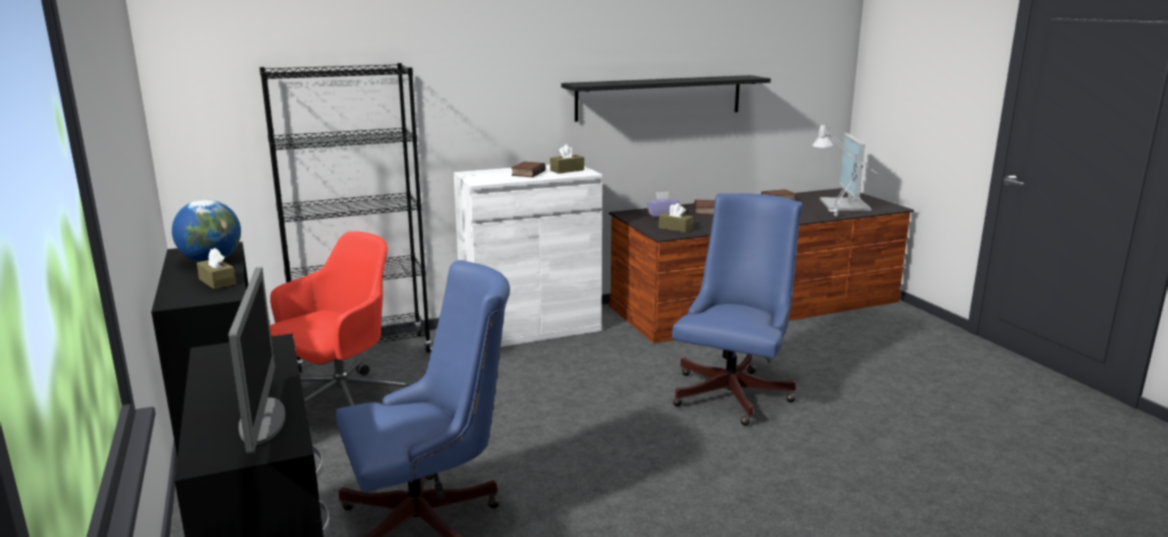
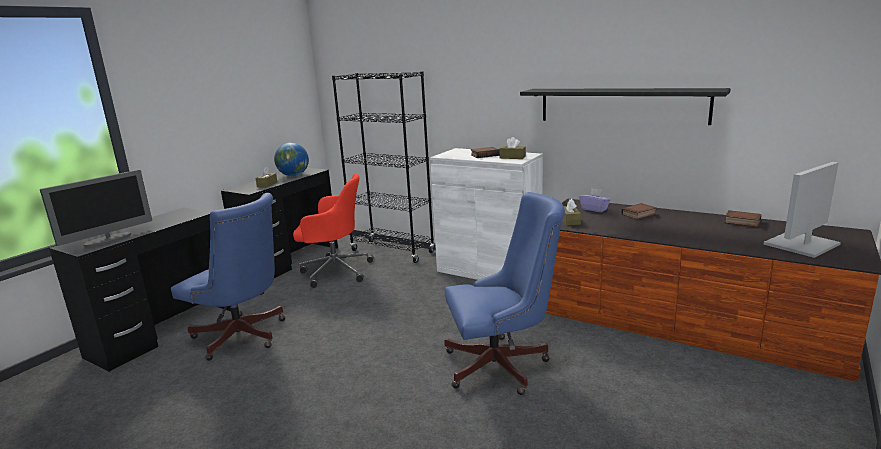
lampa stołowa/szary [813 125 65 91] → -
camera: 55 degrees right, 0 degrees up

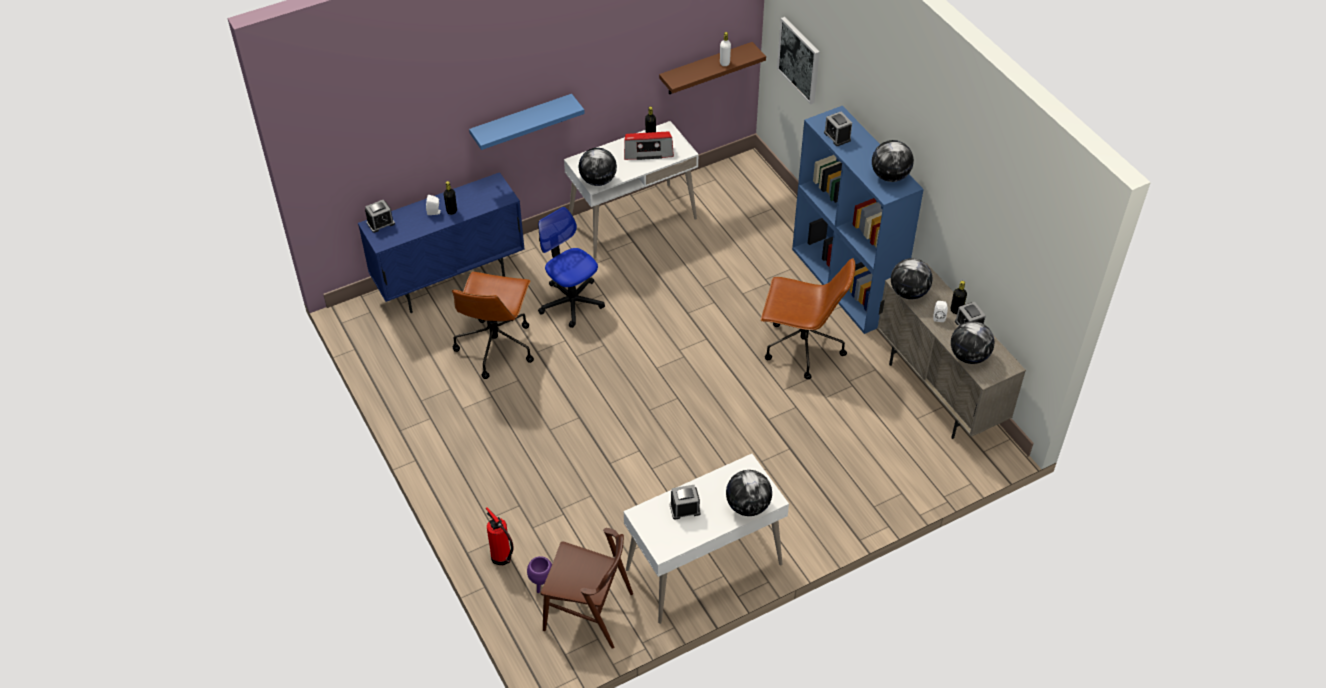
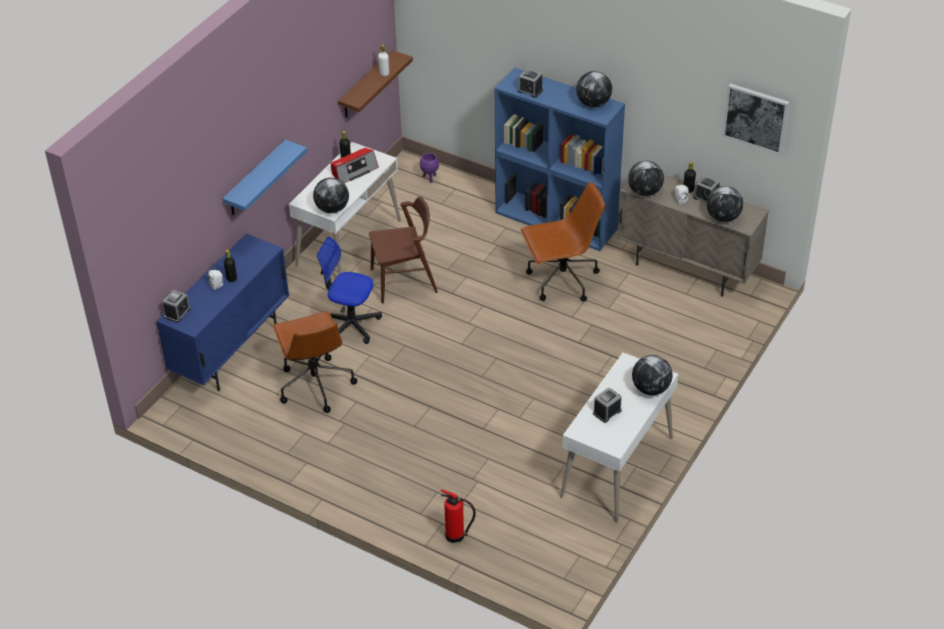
donica/fioletowy [527 556 25 37] → donica/fioletowy [420 153 19 30], moved
krzesło/brązowy [541 528 92 121] → krzesło/brązowy [369 196 69 107], moved
obraz [777 17 43 87] → obraz [723 83 66 72], moved
camera: 30 degrees left, 5 degrees down

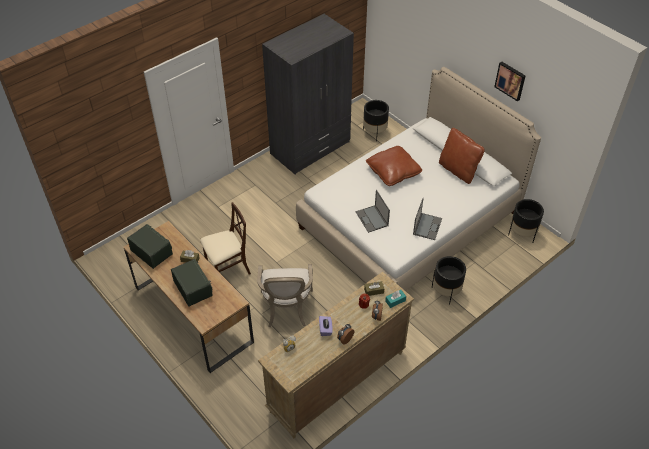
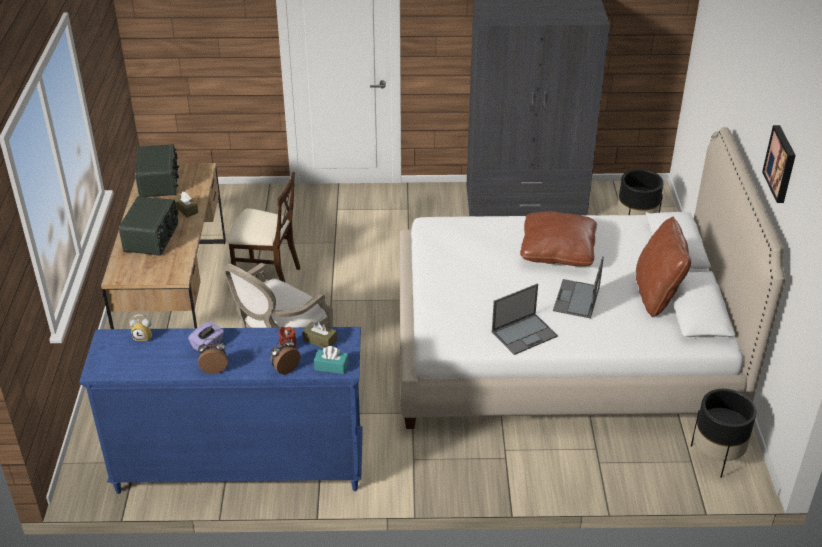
donica/czarny [432 256 34 49] → -
laptop [356 190 34 43] → laptop [553 256 51 62], moved
komoda/beżowy [258 272 156 166] → komoda/niebieski [79 327 284 167]
camera: 40 degrees right, 10 degrees down

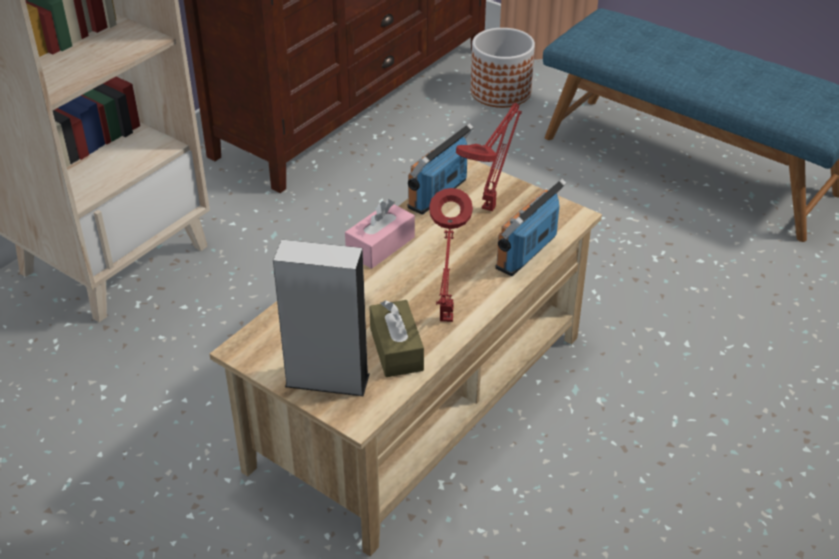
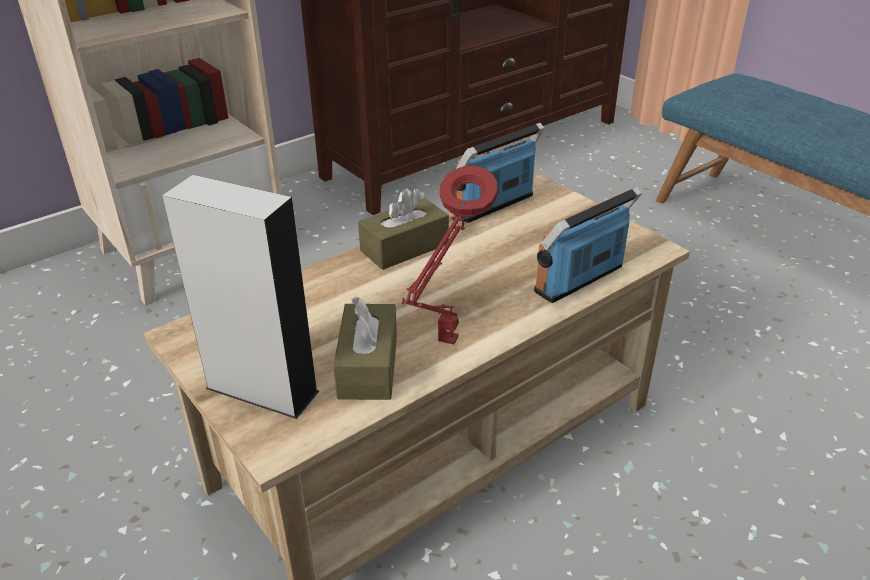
lampa stołowa/czerwony [456 103 66 108] → -
donica [471 28 64 80] → -
pudełko chusteczek/różowy [345 199 70 70] → pudełko chusteczek/brązowy [358 188 91 82]
camera: 15 degrees right, 5 degrees down

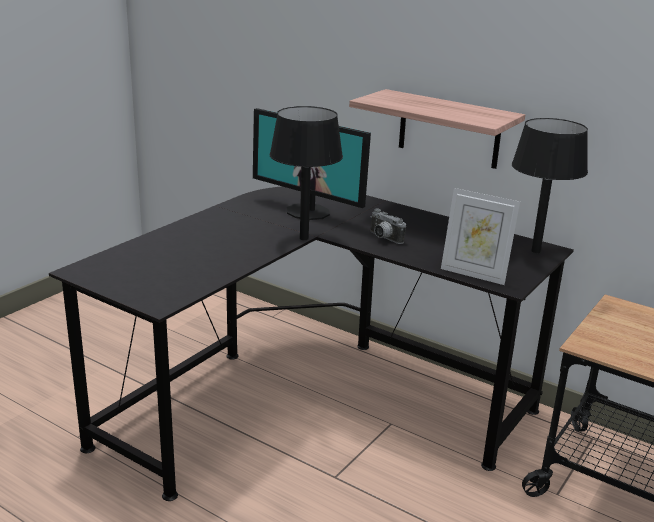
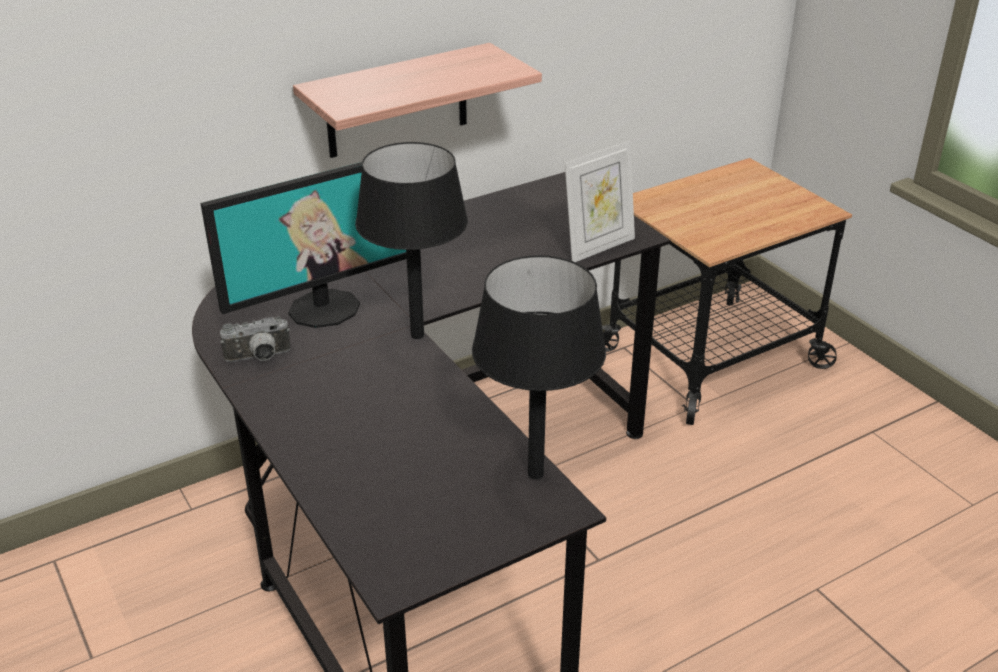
aparat fotograficzny [370 209 36 35] → aparat fotograficzny [220 316 71 46], moved
lampa stołowa/czarny [512 118 76 135] → lampa stołowa/czarny [472 255 134 225], moved
camera: 65 degrees left, 10 degrees up

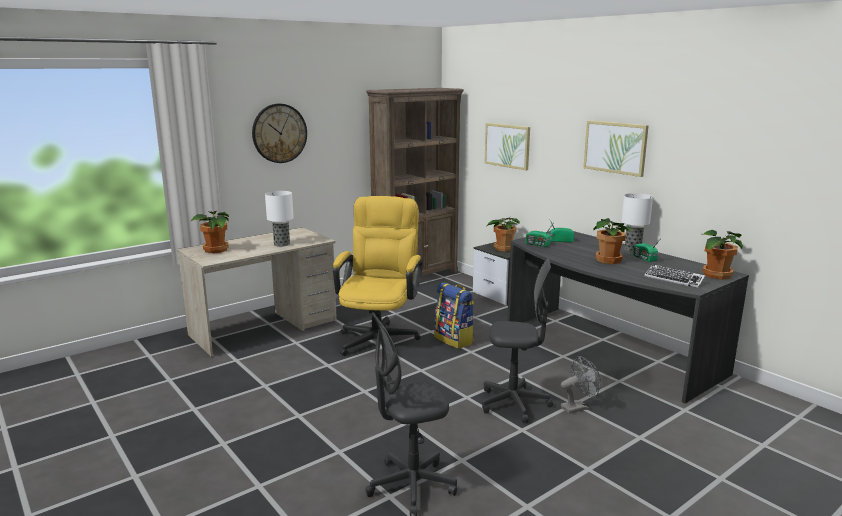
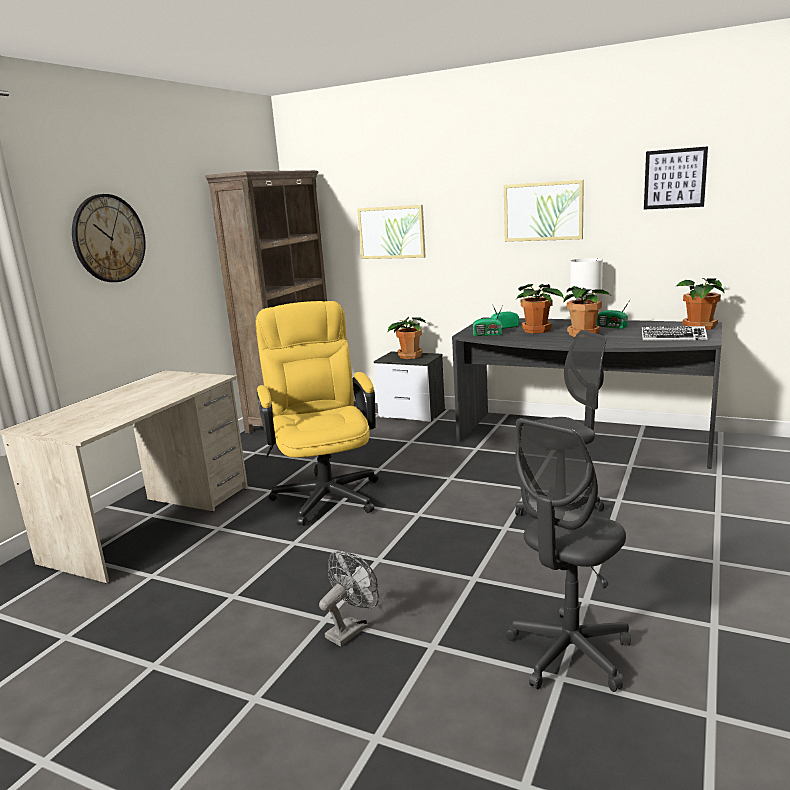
lampa stołowa [265 191 29 56] → -
plecak [434 282 40 67] → -
- → obraz [644 146 64 64]
roślina doniczkowa [190 211 39 42] → roślina doniczkowa [516 284 48 50], moved
wentylator/szary [561 356 40 58] → wentylator/szary [319 551 60 95], moved
camera: 25 degrees left, 0 degrees up

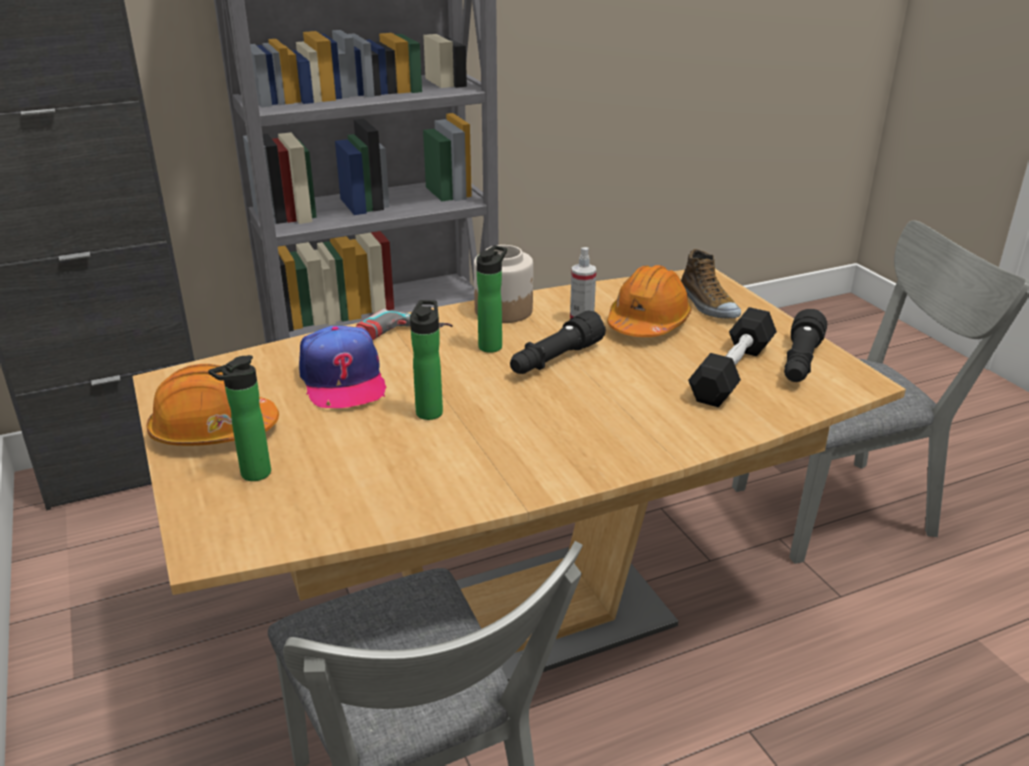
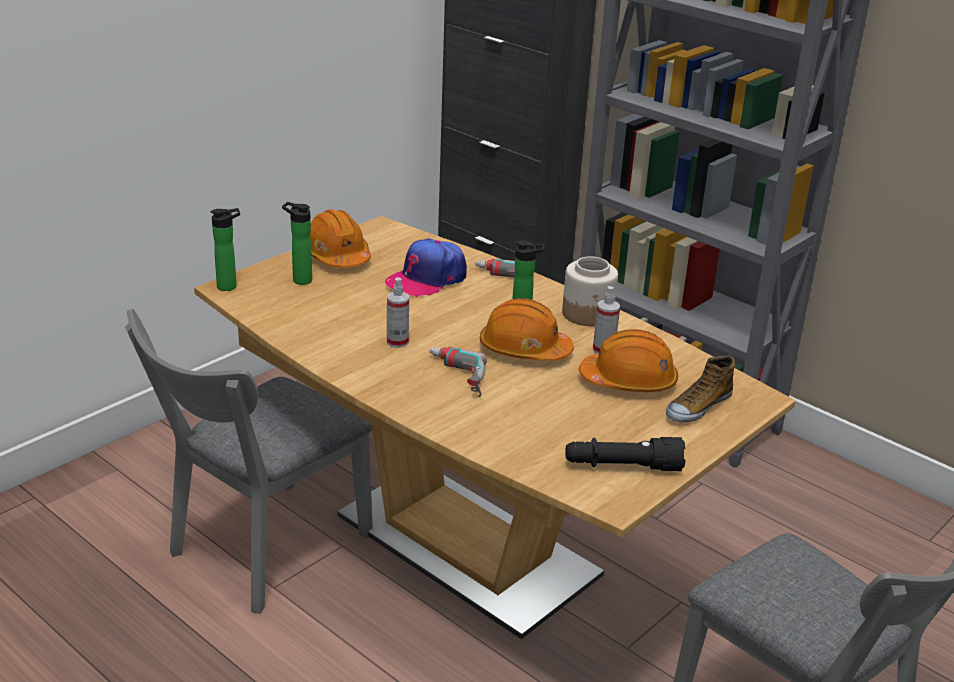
hantel/czarny [688 307 89 101] → -
- → spryskiwacz [387 277 22 71]
- → wiertarka [429 346 58 51]
butelka [410 300 33 120] → butelka [211 208 29 83], moved
latarka/czarny [510 311 96 63] → kask/pomarańczowy [480 298 94 63]
camera: 65 degrees right, 0 degrees up

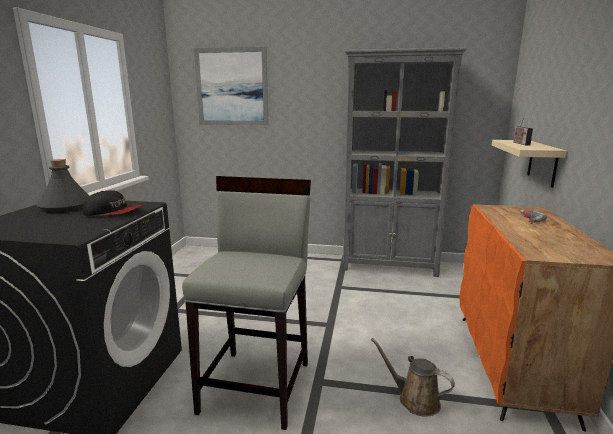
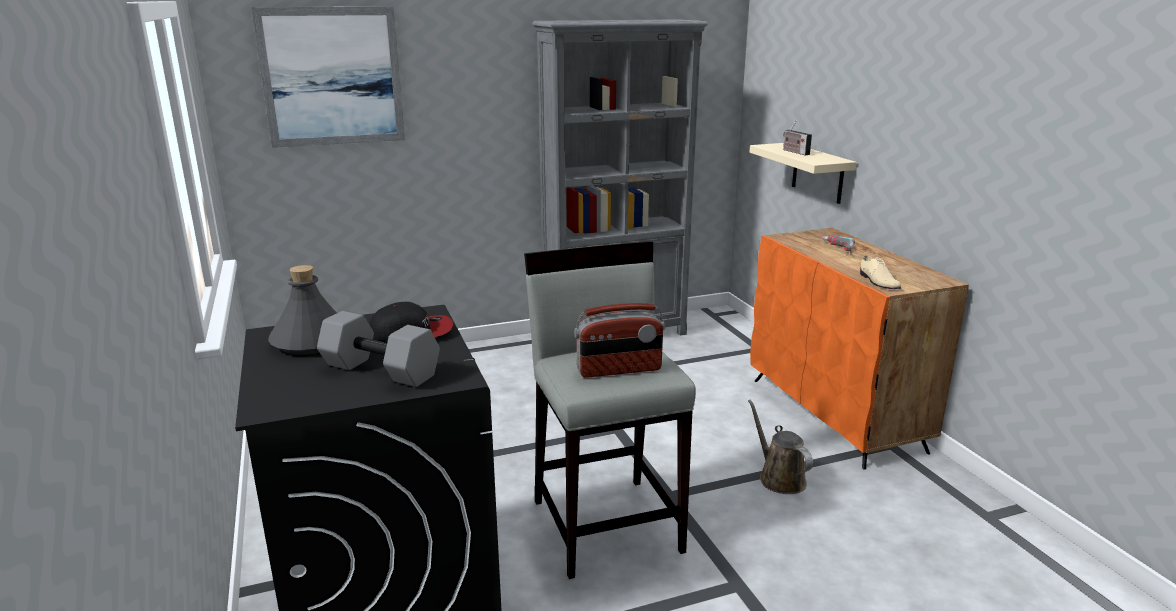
- → hantel/szary [317 311 123 76]
- → radio [574 303 91 75]
- → but/beżowy [860 255 41 34]
konewka/brązowy [371 338 84 79] → konewka/brązowy [748 399 65 95], 60 degrees clockwise
camera: 30 degrees left, 5 degrees up

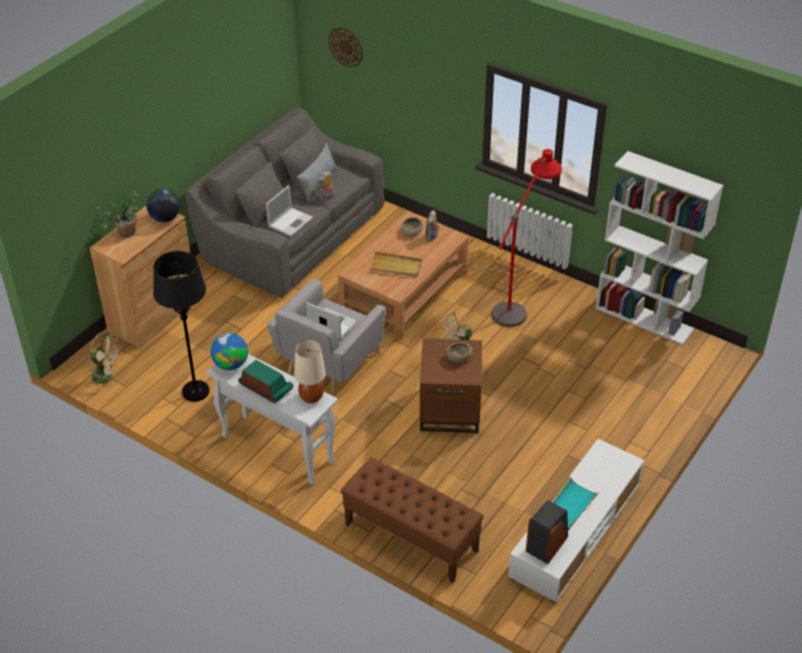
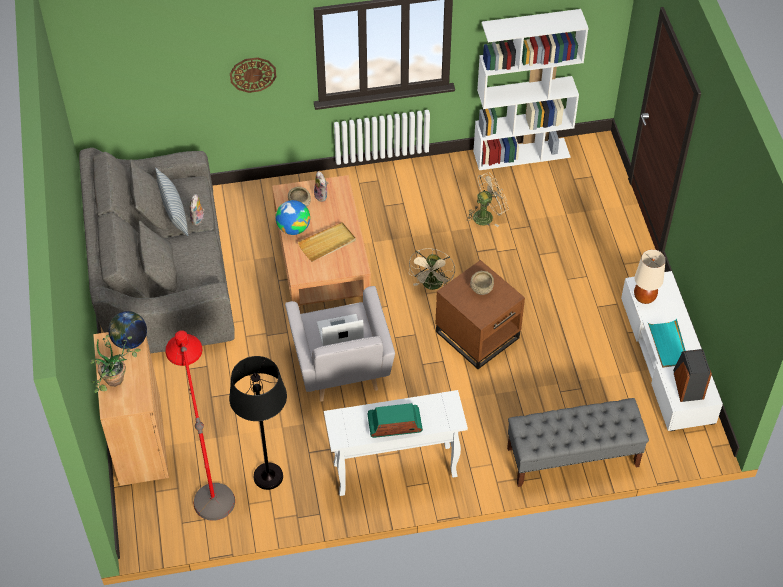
laptop [266 185 47 52] → -
wentylator/beżowy [89 331 33 60] → wentylator/beżowy [466 172 43 55], moved
globus [211 333 37 37] → globus [276 200 34 35], moved
lampa stołowa/beżowy [294 340 32 63] → lampa stołowa/beżowy [634 249 32 55], moved
zegar ścienny [329 27 34 40] → zegar ścienny [230 57 46 36], moved
lampa stojąca/czerwony [491 149 71 178] → lampa stojąca/czerwony [165 330 70 191], moved
ławka/brązowy [341 457 143 126] → ławka/szary [507 398 142 89]
camera: 45 degrees left, 10 degrees up

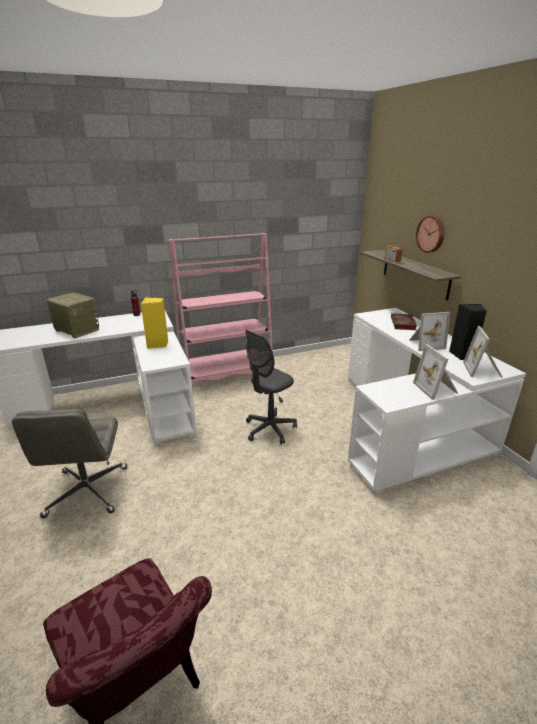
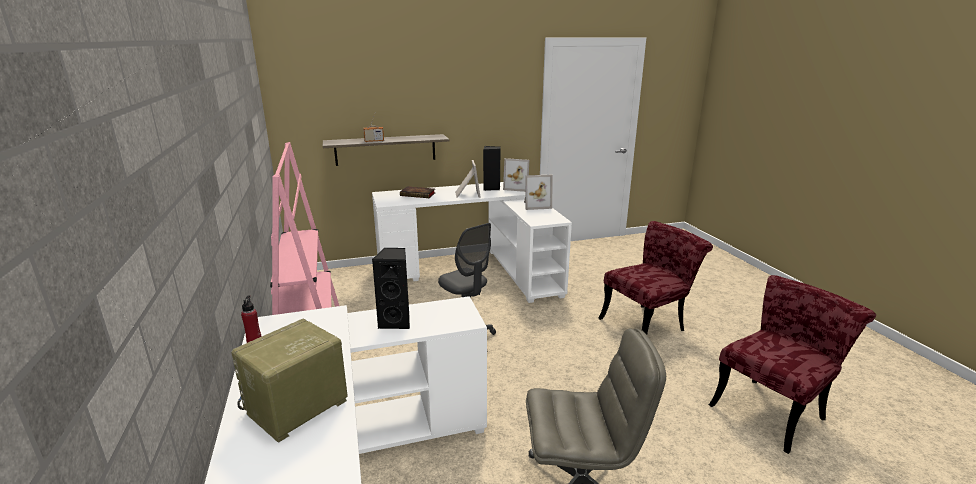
zegar ścienny [416 216 28 37] → -
- → krzesło/czerwony [598 221 115 113]
głośnik/żółty [141 297 28 52] → głośnik/czarny [372 248 38 81]
camera: 85 degrees left, 5 degrees down

